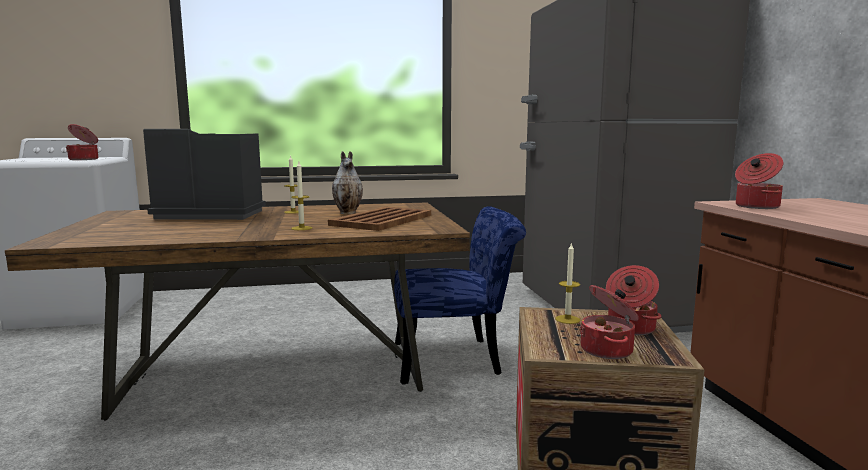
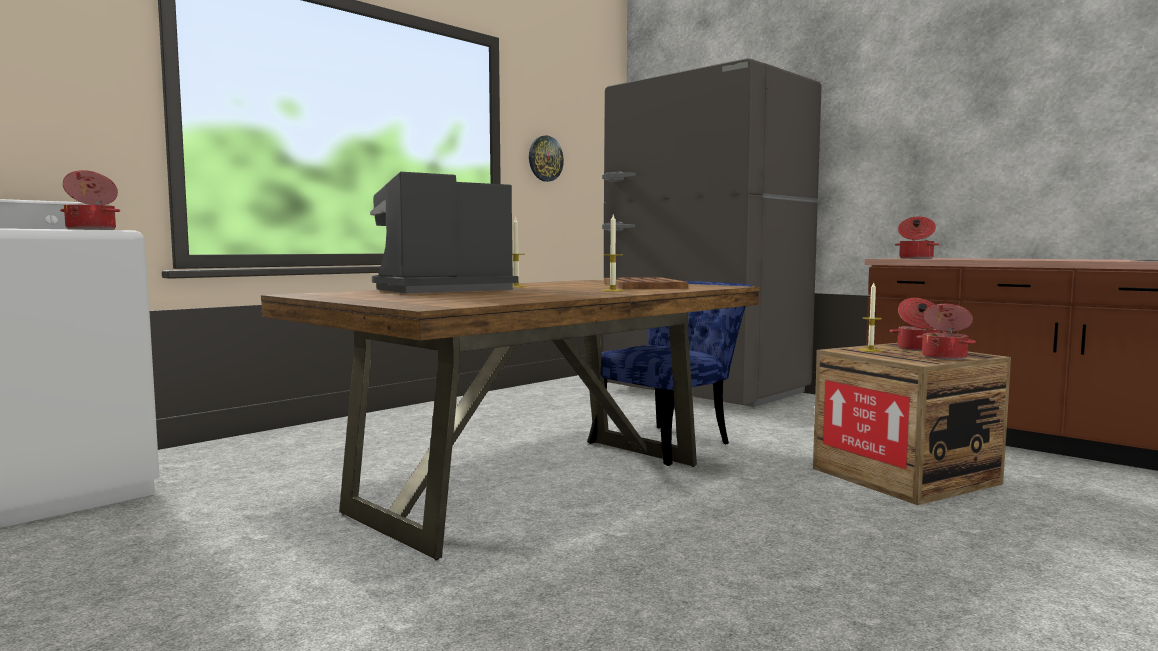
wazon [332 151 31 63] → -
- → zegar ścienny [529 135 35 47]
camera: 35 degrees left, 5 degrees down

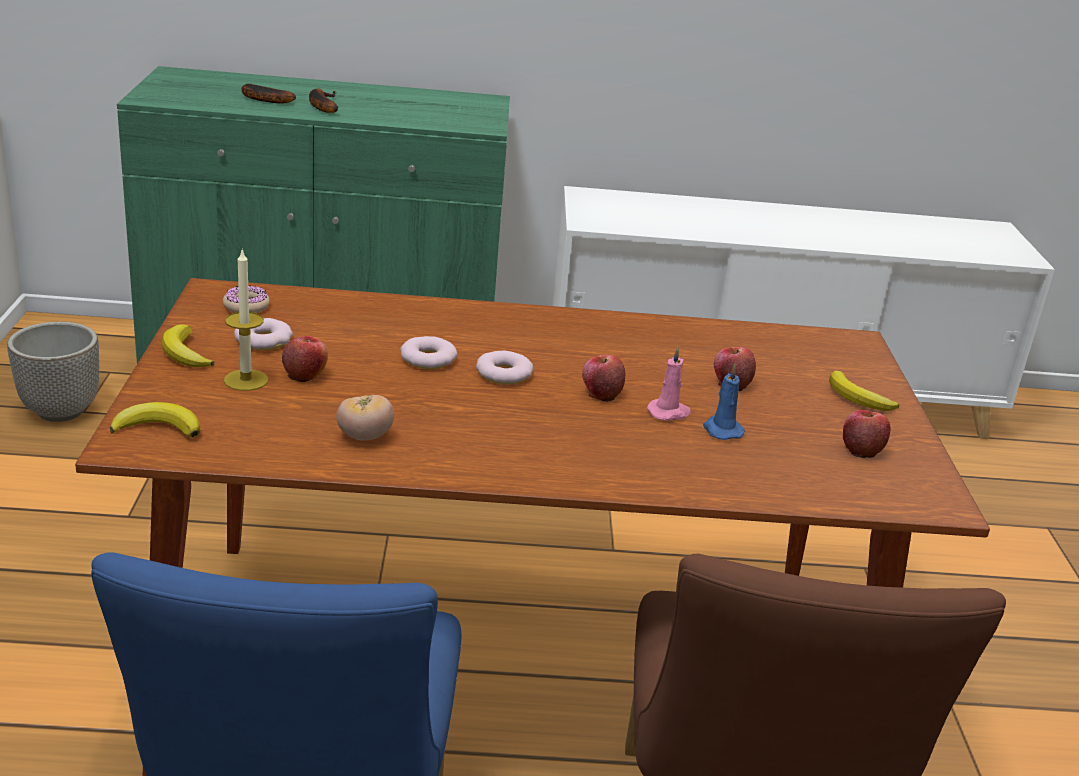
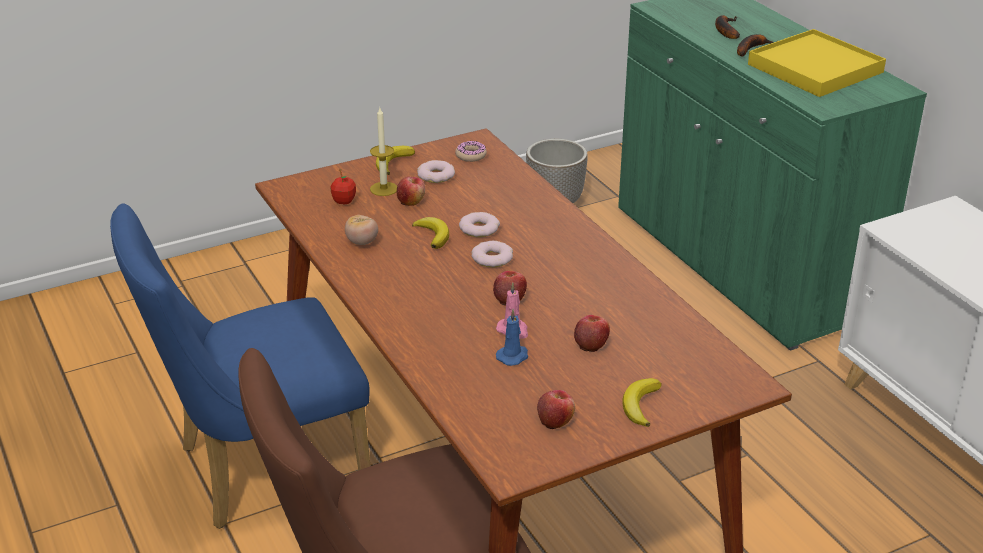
- → jabłko [330 169 26 36]
- → taca/żółty [748 29 138 68]
banan [110 402 90 36] → banan [412 217 37 32], moved
camera: 65 degrees right, 5 degrees up

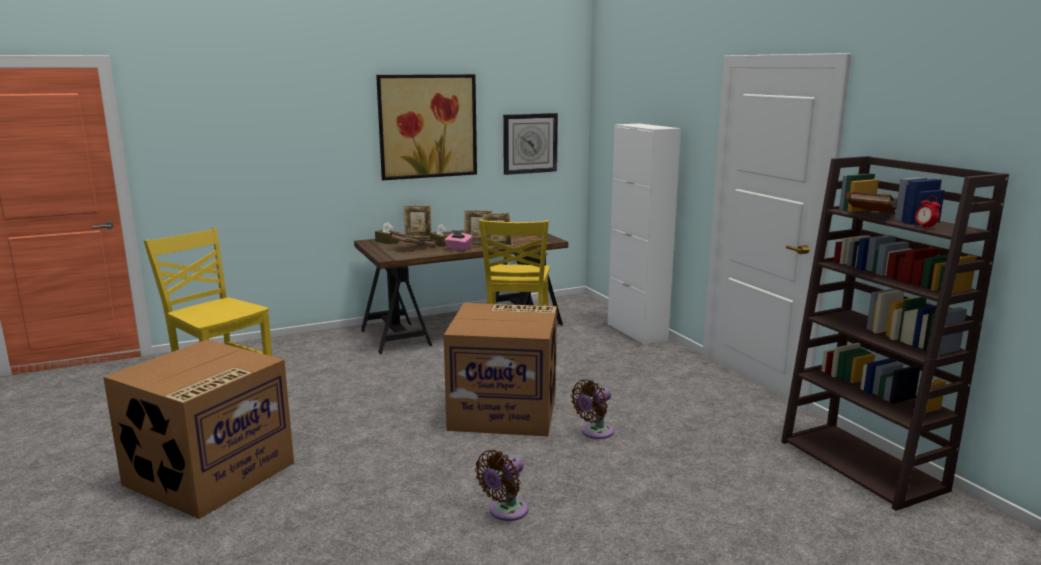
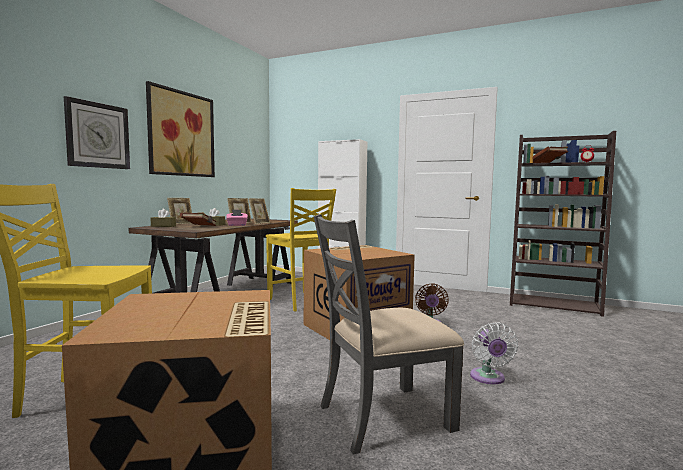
- → krzesło/szary [314 214 150 241]
zegar ścienny [503 113 55 62] → zegar ścienny [64 96 66 73], moved
wentylator/brązowy [475 450 53 71] → wentylator/biały [470 322 48 62]
camera: 40 degrees left, 10 degrees down

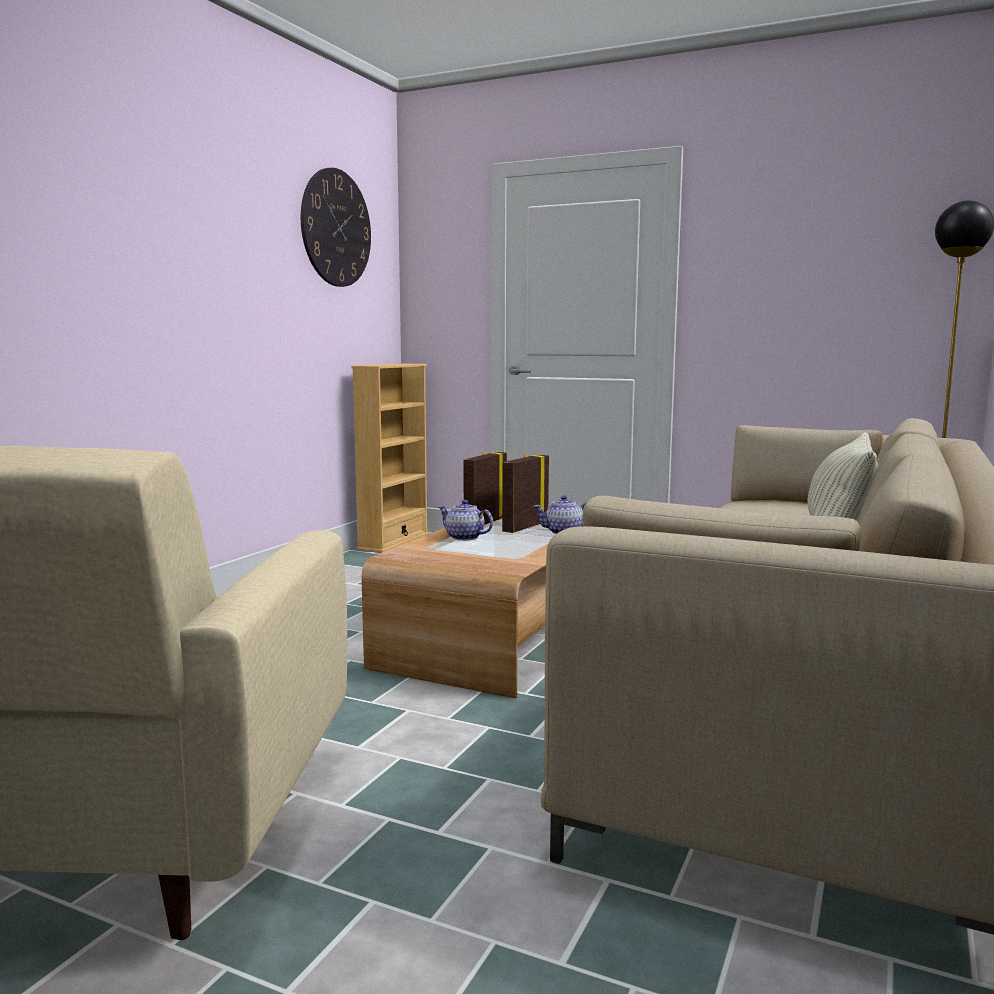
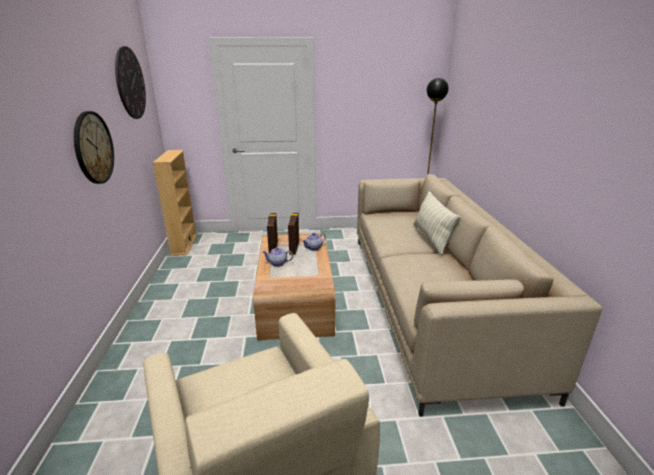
- → zegar ścienny [74 111 40 73]
camera: 30 degrees left, 15 degrees up

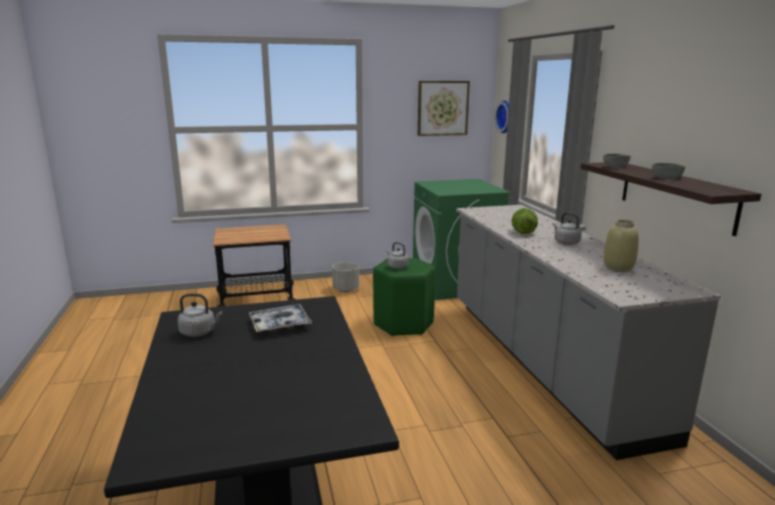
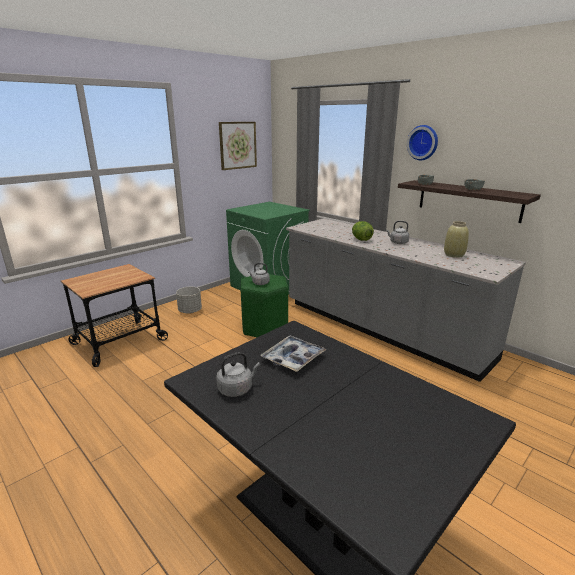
zegar ścienny [495 100 14 33] → zegar ścienny [407 125 31 35], moved
camera: 30 degrees left, 5 degrees up

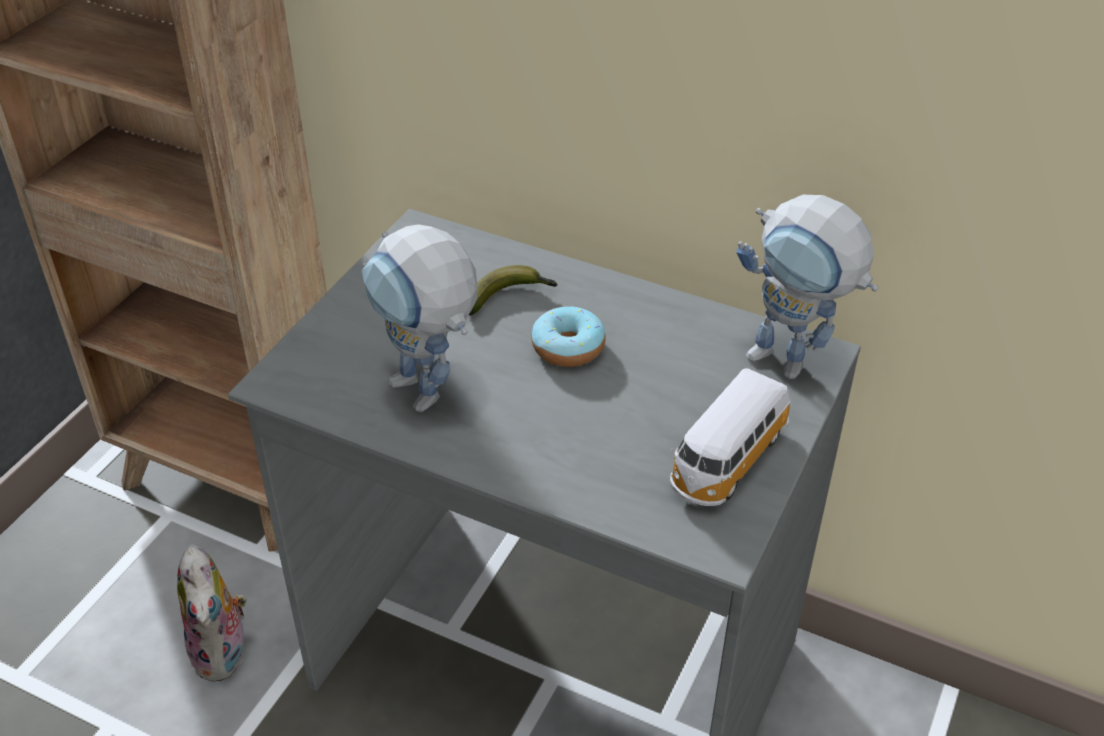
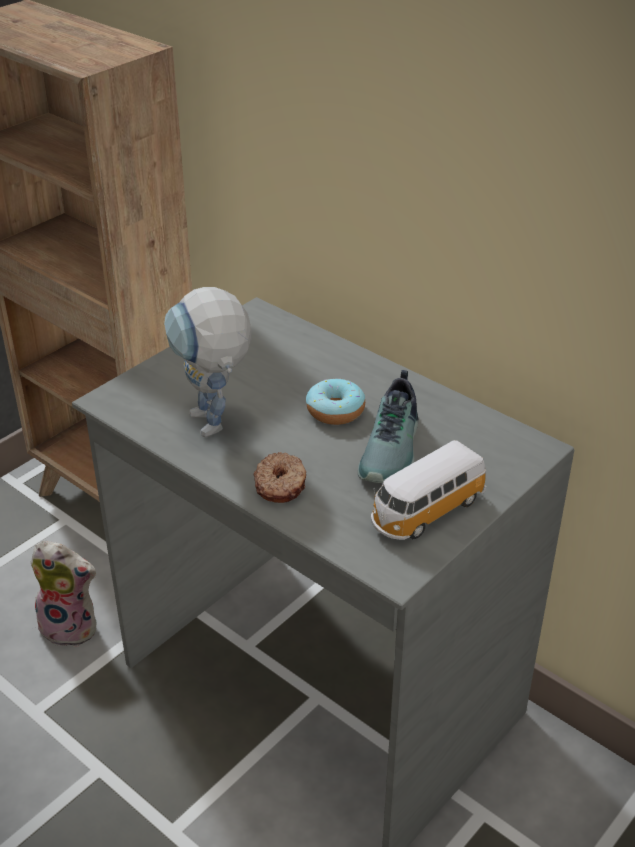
banan [469 265 89 50] → -
robot zabawkowy [736 195 142 184] → -
- → donut [253 452 53 51]
- → but [358 370 61 113]
pluszak [177 545 71 137] → pluszak [31 541 66 106], 75 degrees counterclockwise
camera: 15 degrees right, 5 degrees down

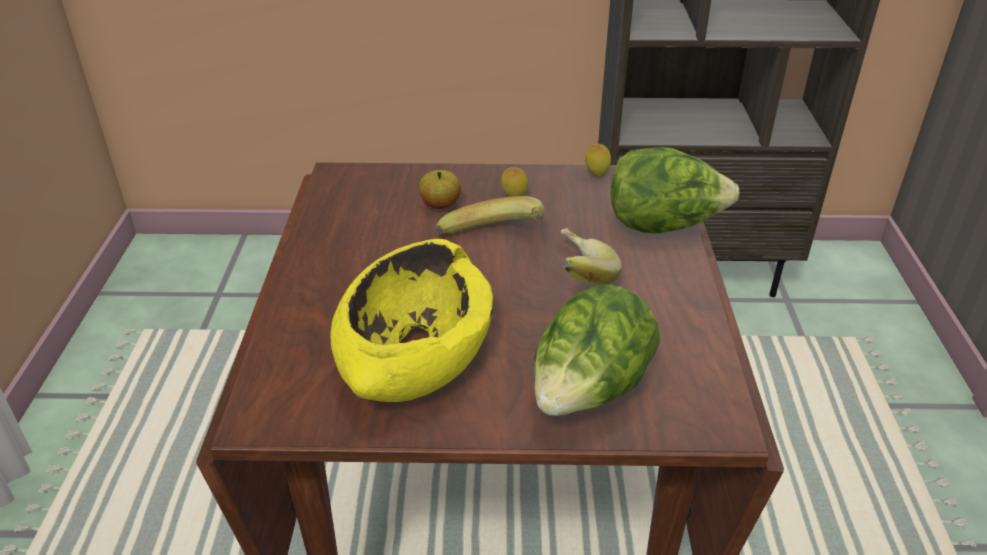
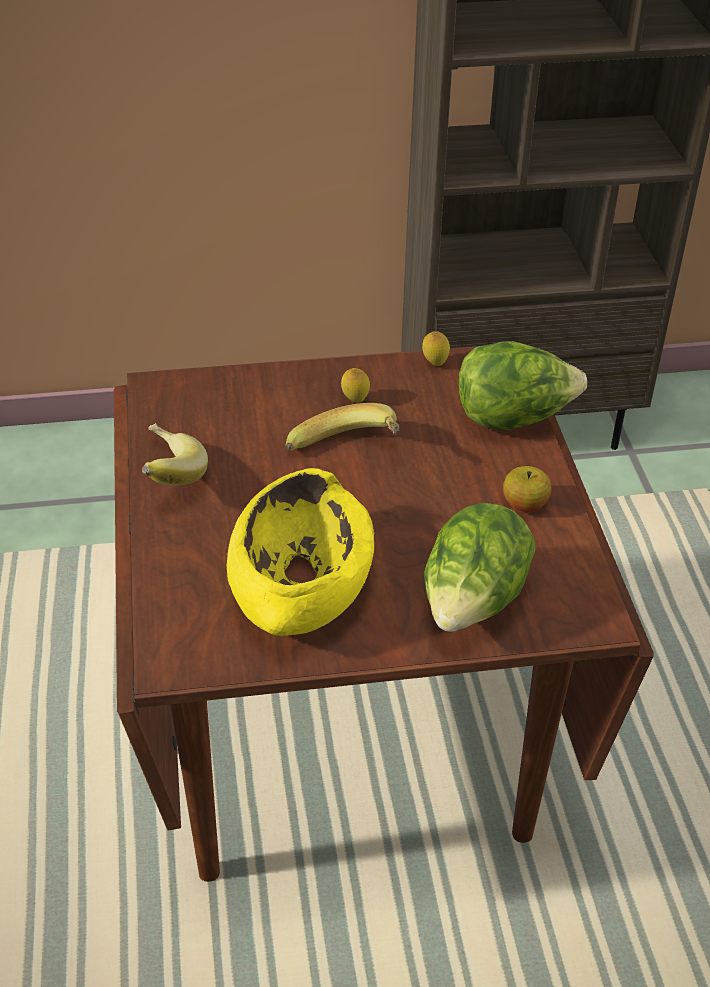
jabłko [419 170 42 39] → jabłko [503 466 49 46], moved
banan [560 228 62 58] → banan [142 423 66 63], moved
camera: 10 degrees left, 5 degrees up

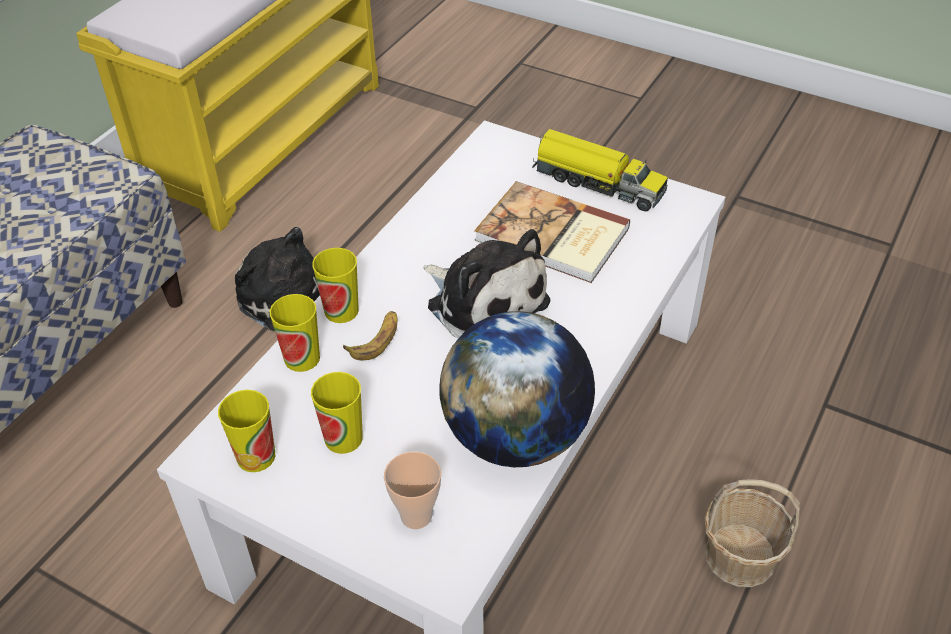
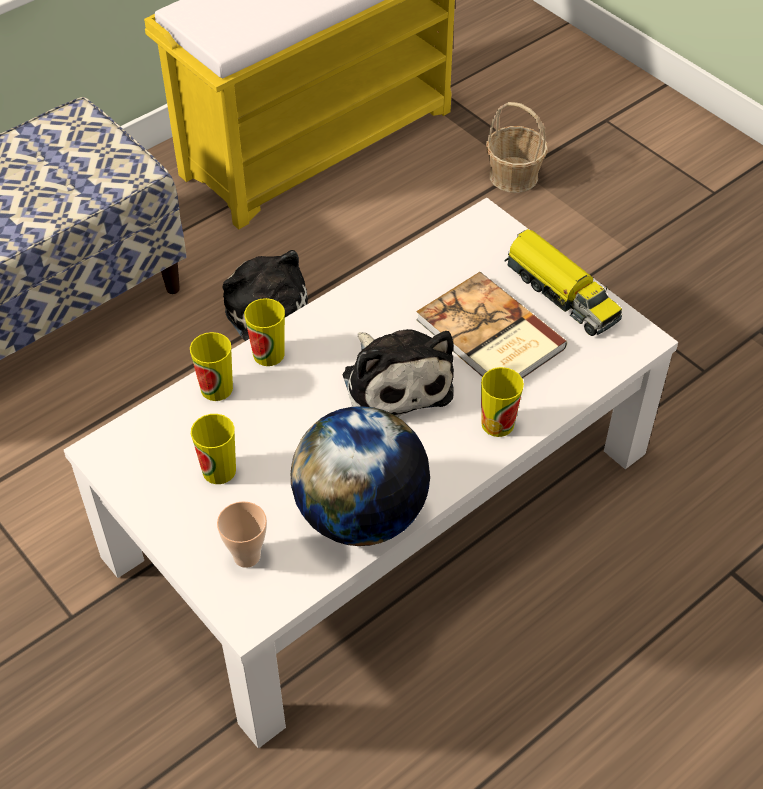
banan [343 311 54 49] → -
filiżanka [218 390 57 82] → filiżanka [481 367 43 70], moved
koszyk [704 479 96 108] → koszyk [486 102 62 91], moved
camera: 20 degrees right, 5 degrees up

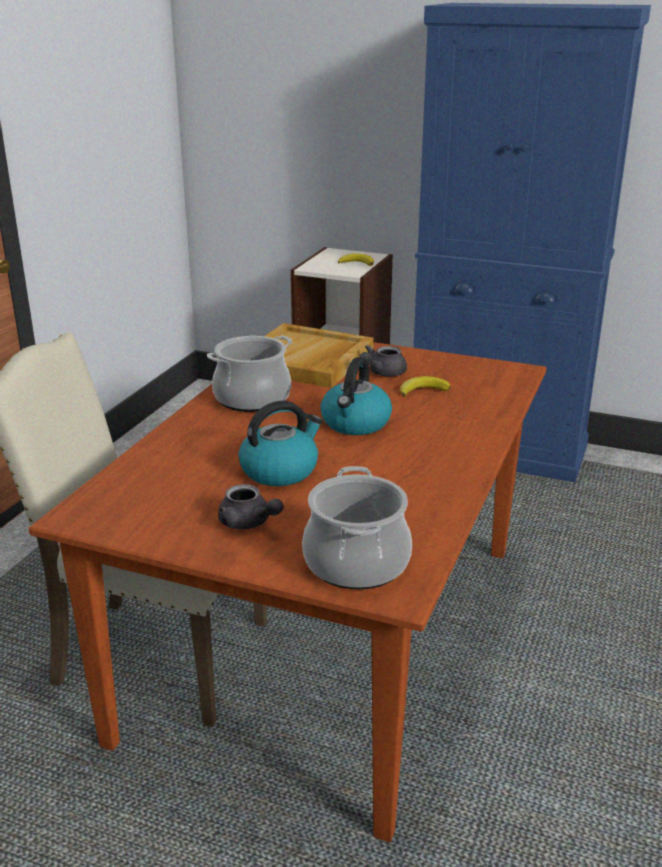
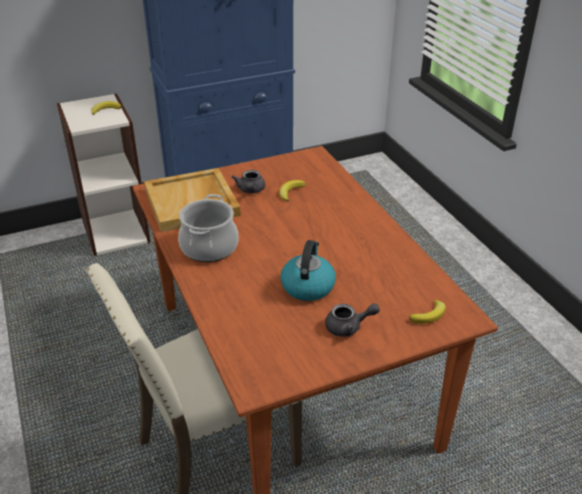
czajnik [320 357 72 78] → -
garnek [302 466 110 123] → banan [409 300 37 24]
camera: 45 degrees left, 10 degrees up

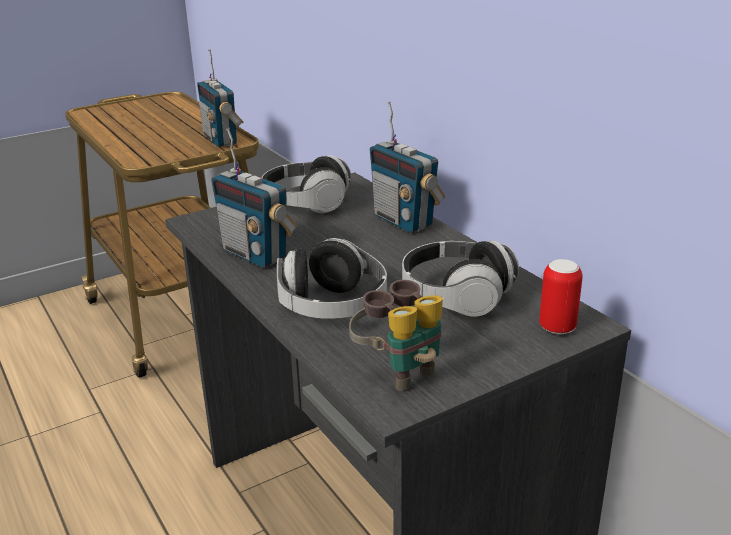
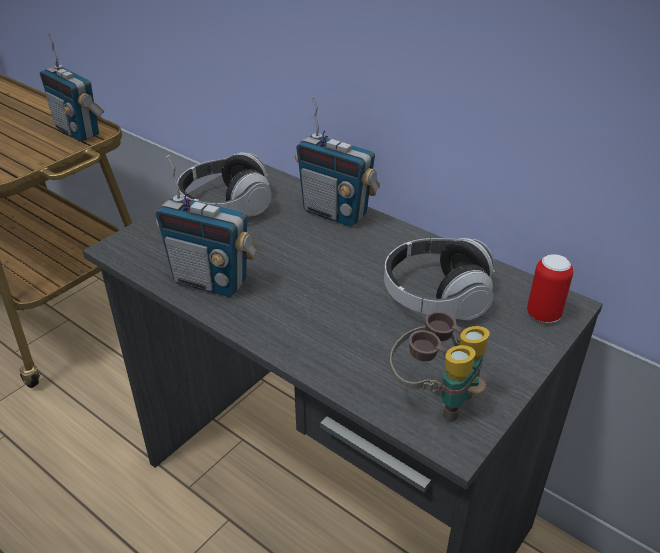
słuchawki [277 238 110 81] → -
camera: 20 degrees left, 10 degrees up

